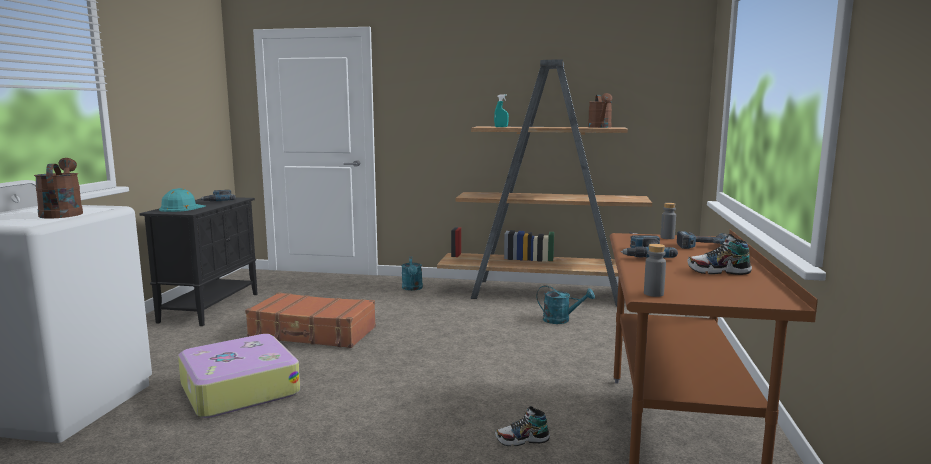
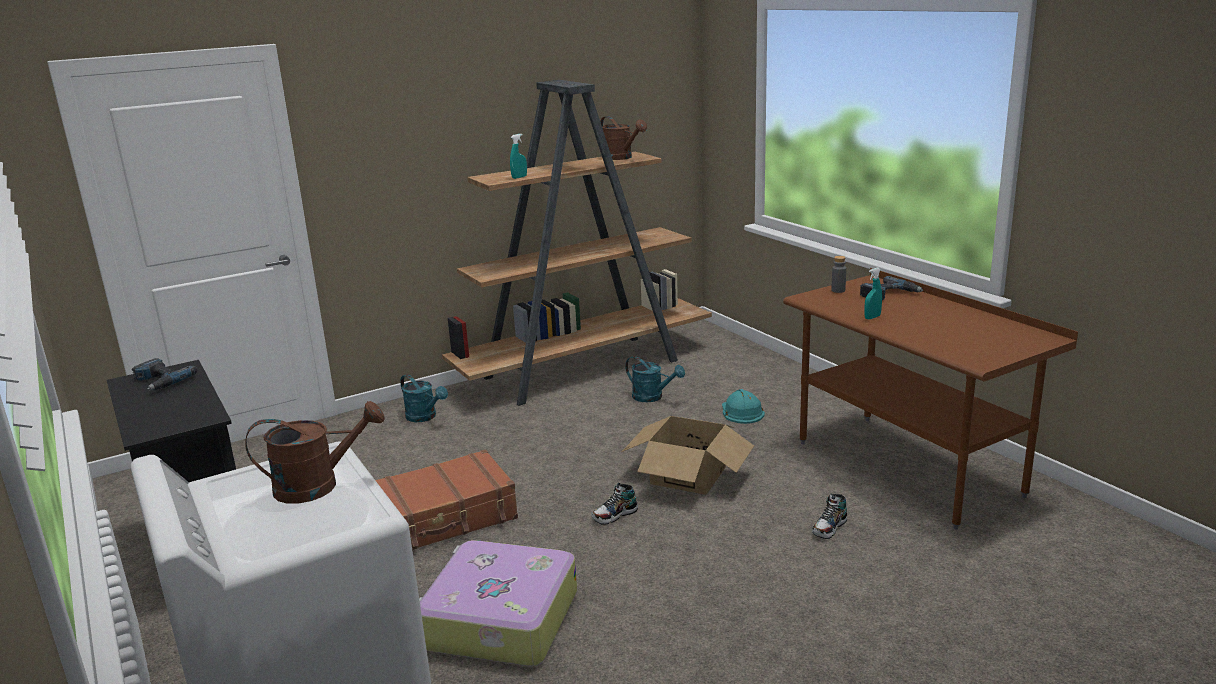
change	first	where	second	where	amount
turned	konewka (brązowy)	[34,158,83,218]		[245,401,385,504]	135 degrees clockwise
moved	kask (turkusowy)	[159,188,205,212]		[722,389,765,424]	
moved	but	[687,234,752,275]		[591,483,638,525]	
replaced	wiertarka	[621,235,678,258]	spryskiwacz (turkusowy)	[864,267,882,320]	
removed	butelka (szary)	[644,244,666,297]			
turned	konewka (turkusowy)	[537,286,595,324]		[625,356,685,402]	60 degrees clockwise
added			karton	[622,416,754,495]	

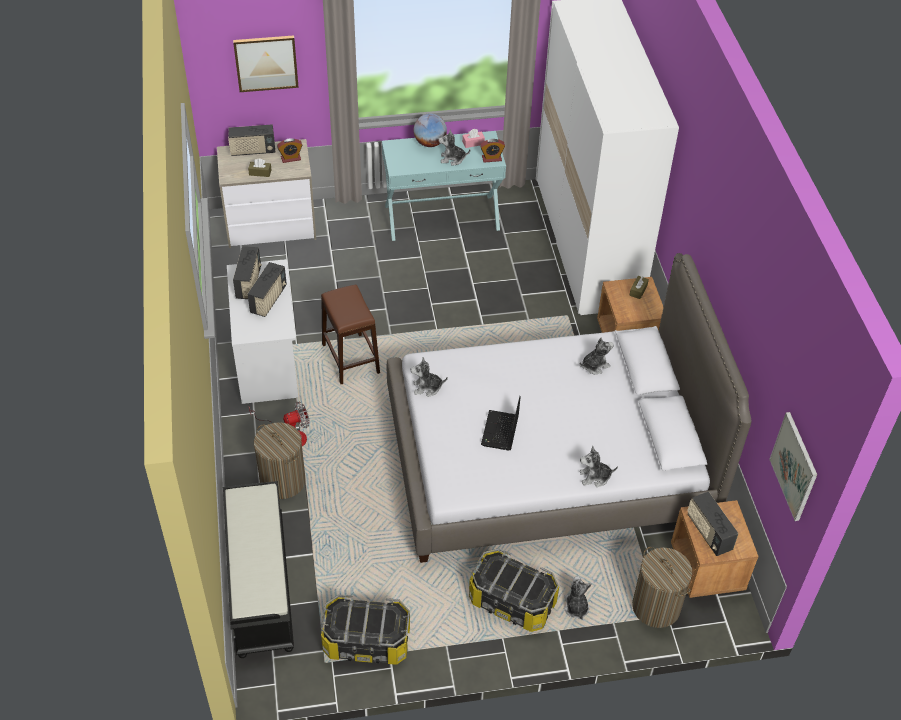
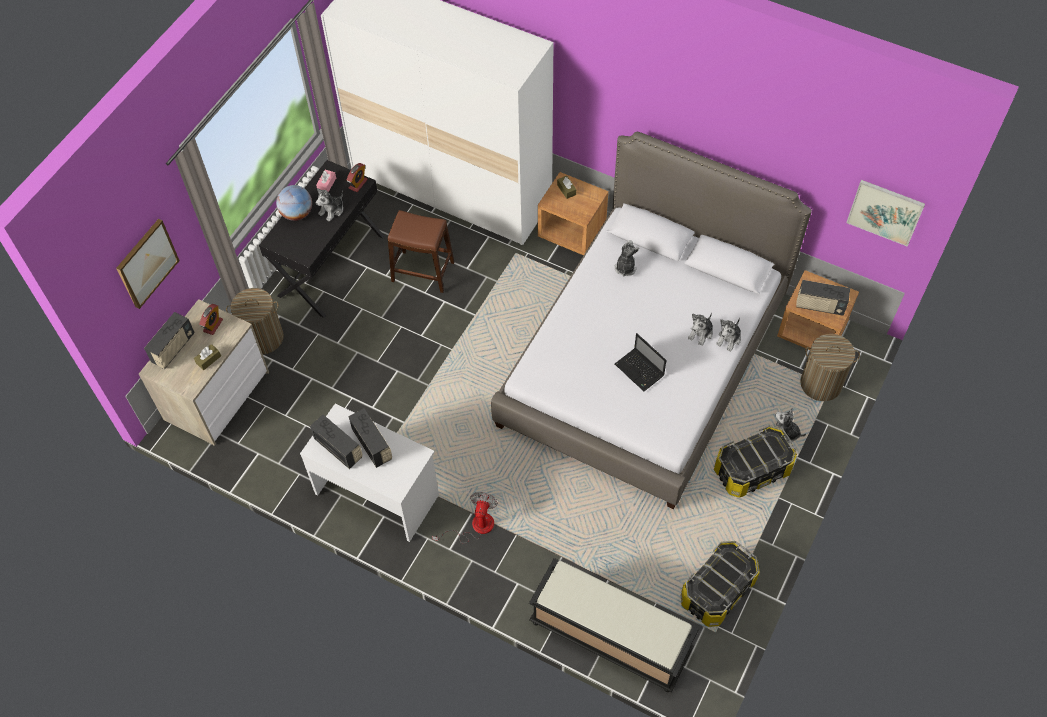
change	first	where	second	where	amount
recoloured	stolik konsolowy (turkusowy)	[382,131,506,241]	stolik konsolowy (czarny)	[259,160,384,318]	
moved	stołek (brązowy)	[321,285,380,384]		[388,210,454,293]	
moved	pluszak	[410,357,448,397]		[688,312,713,346]	
moved	kosz na pranie	[254,422,305,499]		[226,288,284,354]	

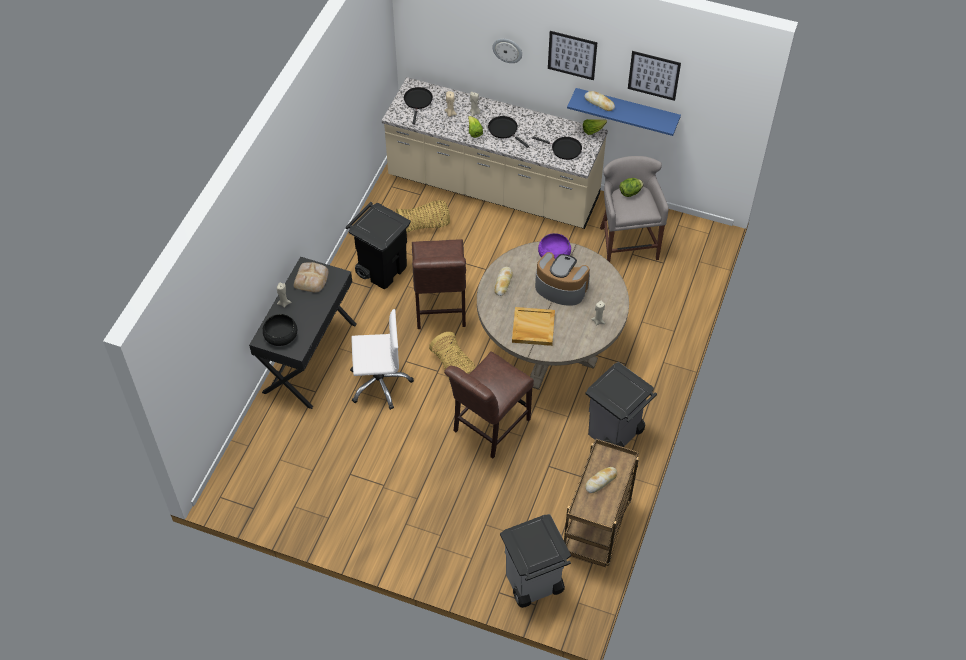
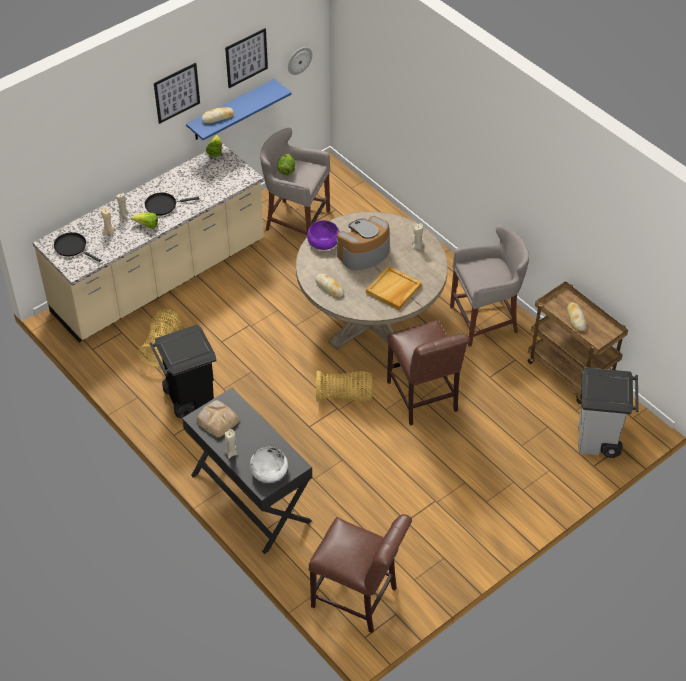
change	first	where	second	where	amount
moved	zegar ścienny	[493,39,522,63]		[288,47,312,75]	
removed	patelnia (czarny)	[532,136,582,160]			
moved	krzesło (brązowy)	[412,239,466,329]		[309,514,412,633]	
removed	krzesło biurowe (biały)	[350,309,414,410]			
recoloured	miska (czarny)	[263,314,297,346]	miska (biały)	[250,447,288,483]	
replaced	kosz na śmieci (szary)	[586,362,657,447]	stołek (szary)	[450,225,529,347]	

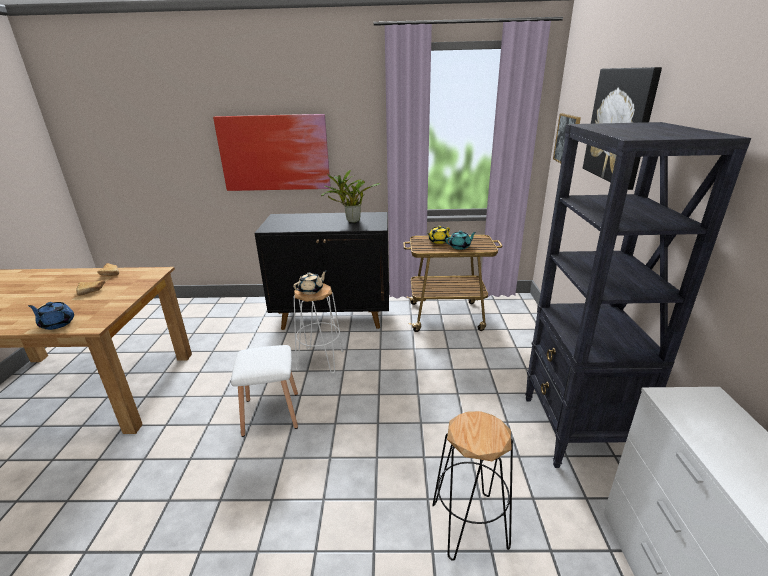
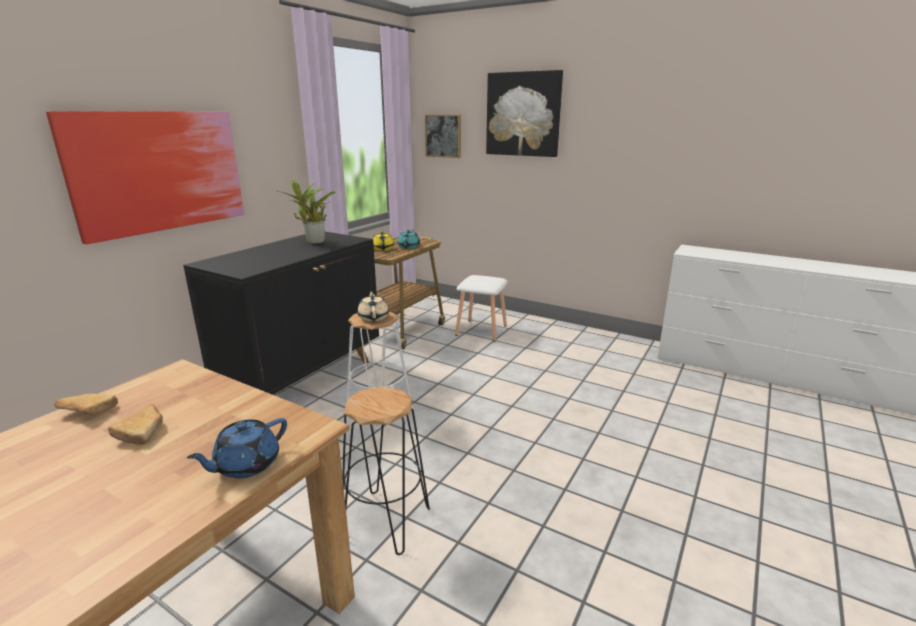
change	first	where	second	where	amount
removed	regał (czarny)	[525,122,751,468]			
moved	stołek (biały)	[231,345,298,437]		[455,275,508,341]	
moved	stołek (czarny)	[432,411,513,561]		[342,386,430,555]	

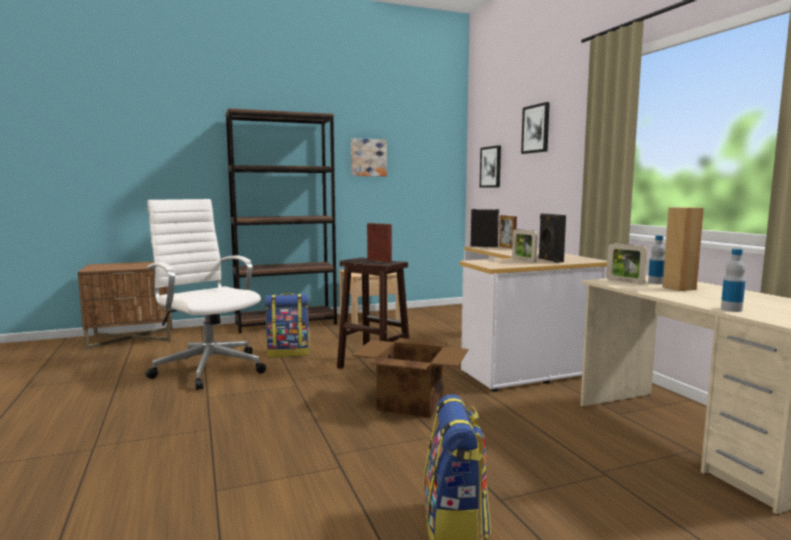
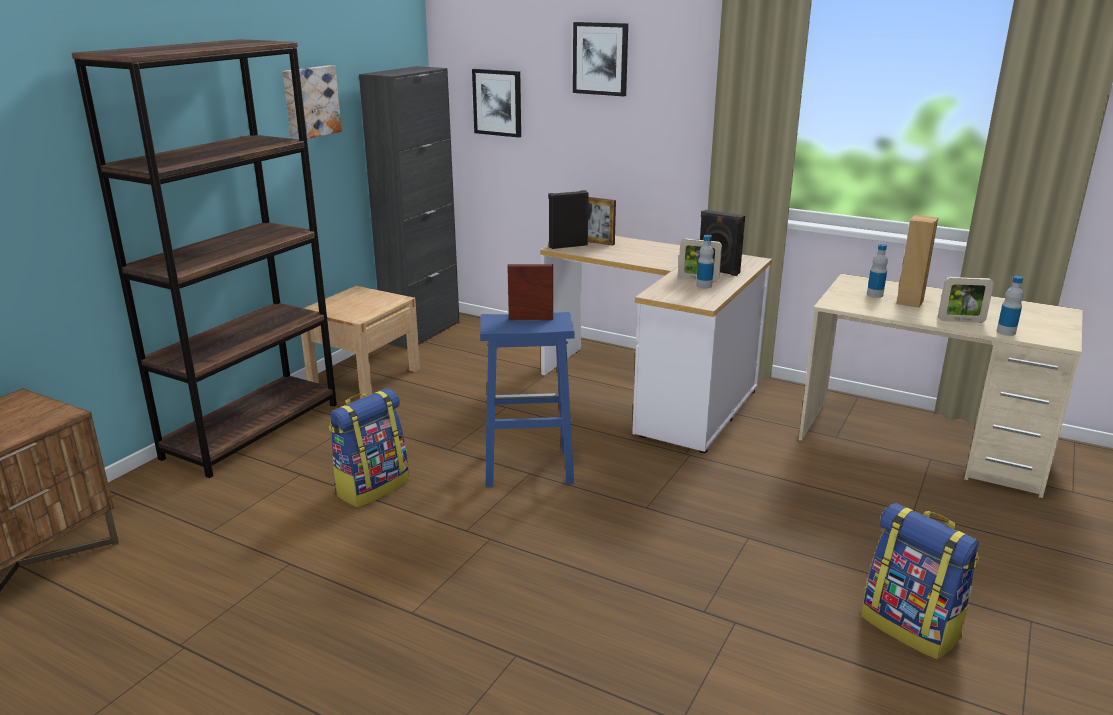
change	first	where	second	where	amount
removed	krzesło biurowe (biały)	[146,199,266,390]			
moved	ramka na zdjęcie	[606,243,648,284]		[938,277,994,323]	
recoloured	stołek (brązowy)	[337,257,409,369]	stołek (niebieski)	[480,312,574,487]	
removed	karton	[352,338,468,418]			
added			szafka (czarny)	[359,66,460,348]	
added			butelka	[696,235,714,289]	

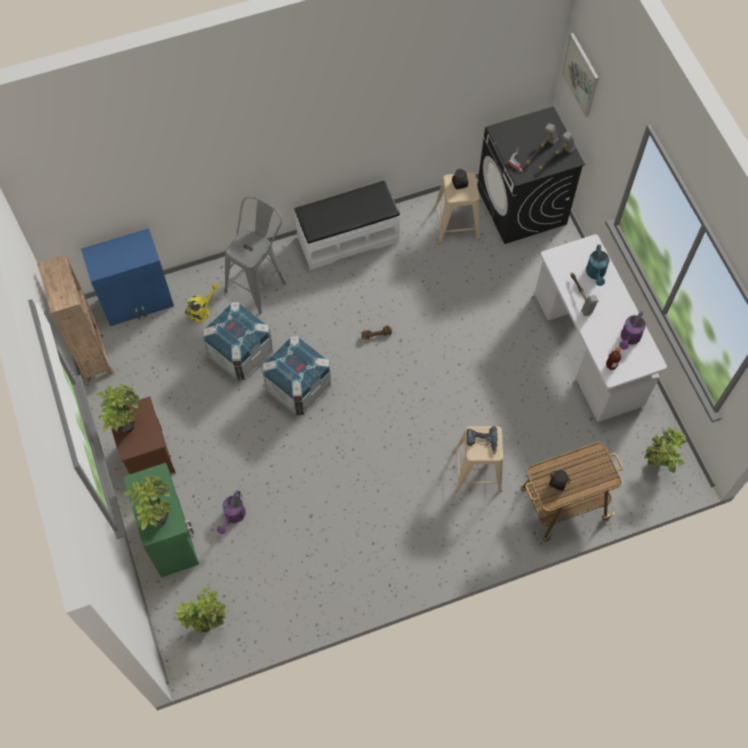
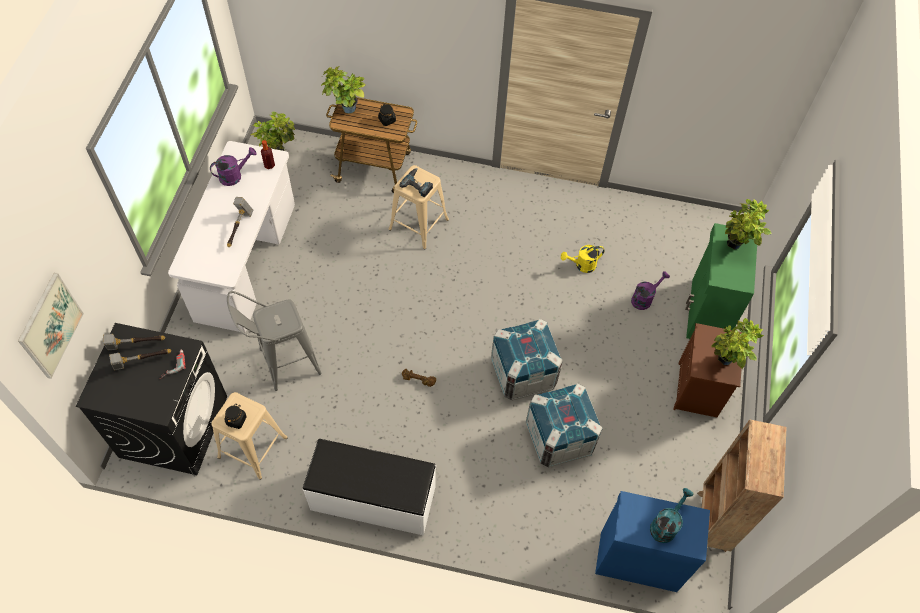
change	first	where	second	where	amount
moved	stołek (szary)	[224,197,286,314]		[227,291,322,391]	
moved	konewka (turkusowy)	[586,245,609,286]		[650,488,693,543]	
moved	konewka (żółty)	[185,283,219,322]		[561,245,605,273]	
moved	roślina doniczkowa	[174,586,226,633]		[321,66,365,114]	

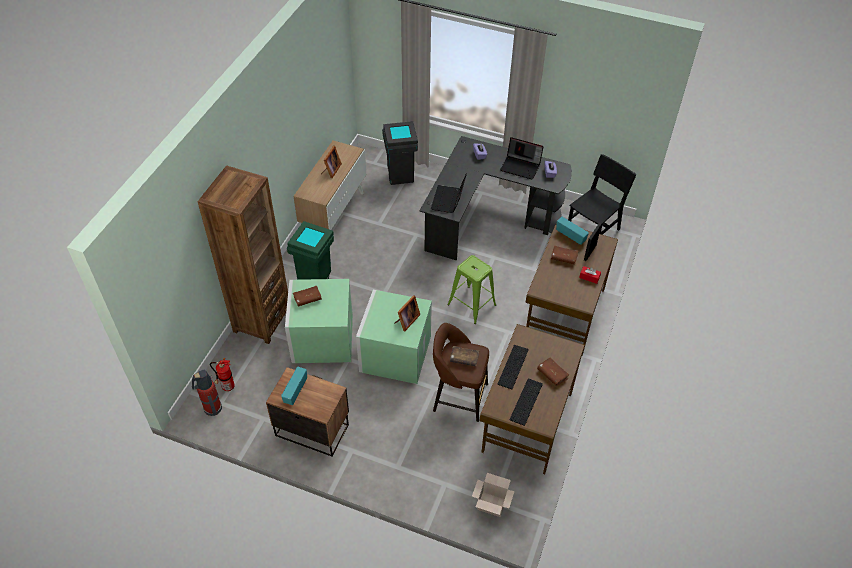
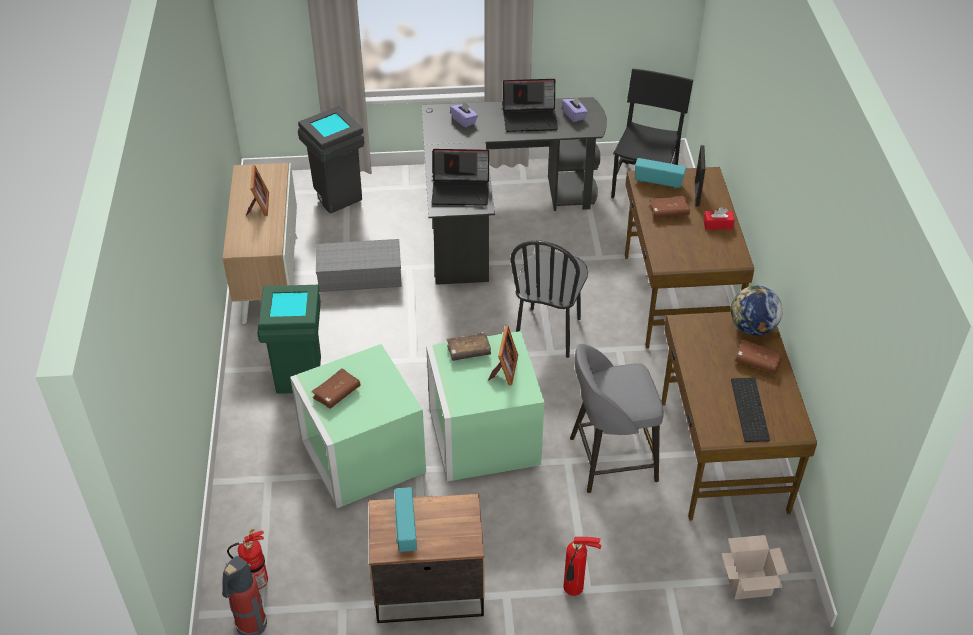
change	first	where	second	where	amount
removed	regał (brązowy)	[198,165,288,344]			
turned	laptop	[431,174,467,213]		[432,149,489,206]	75 degrees counterclockwise
replaced	stołek (zielony)	[447,255,496,324]	krzesło (czarny)	[510,240,588,358]	
recoloured	stołek (brązowy)	[433,323,489,422]	stołek (szary)	[570,344,664,493]	
removed	klawiatura	[498,345,529,389]			
moved	książka (brązowy)	[450,346,479,367]		[446,332,491,361]	
added			pojemnik do przechowywania (szary)	[316,239,402,292]	
added			globus	[731,286,783,336]	
added			gaśnica	[563,537,601,596]	

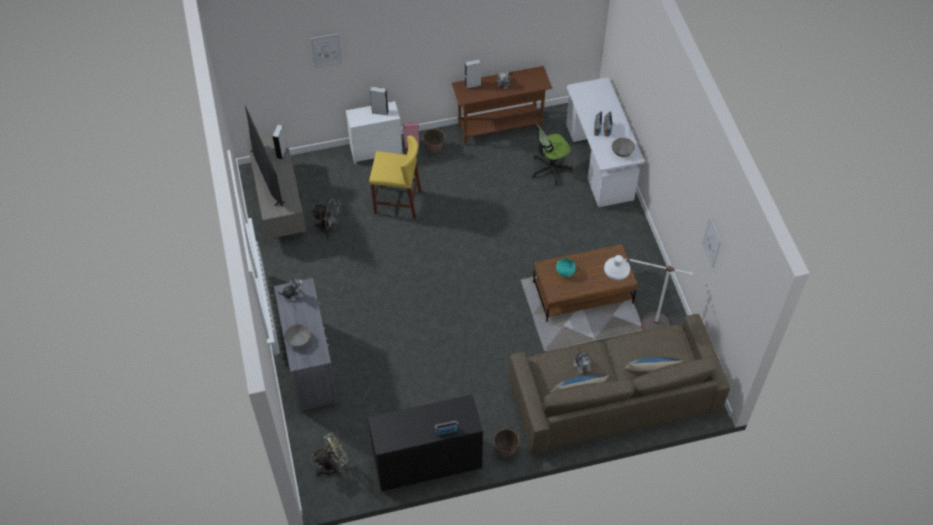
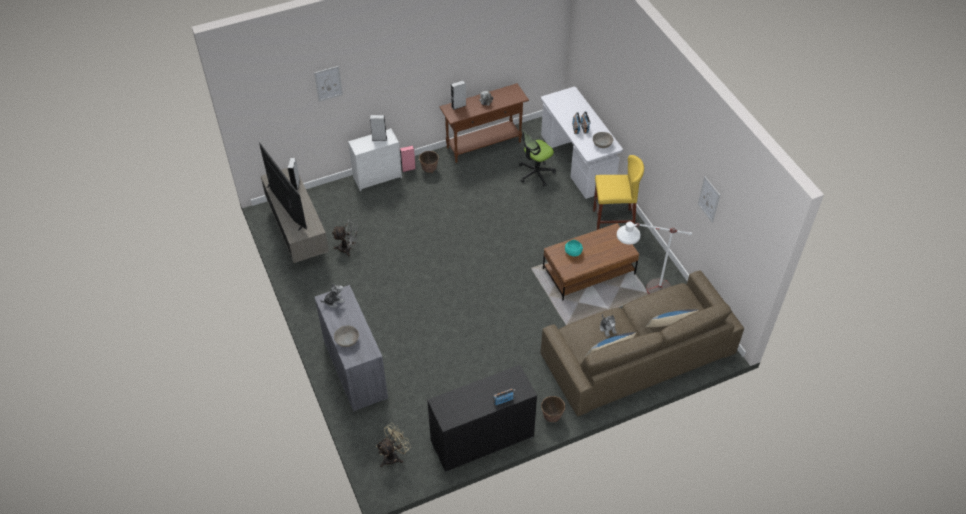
change	first	where	second	where	amount
moved	stołek (żółty)	[369,136,421,219]		[593,155,644,230]	

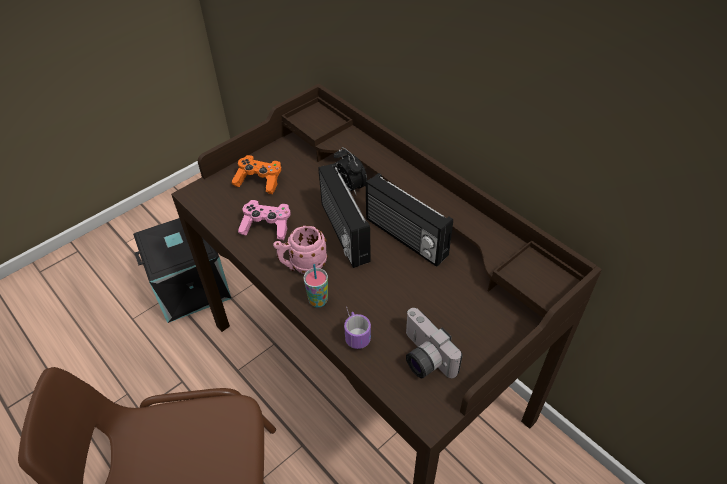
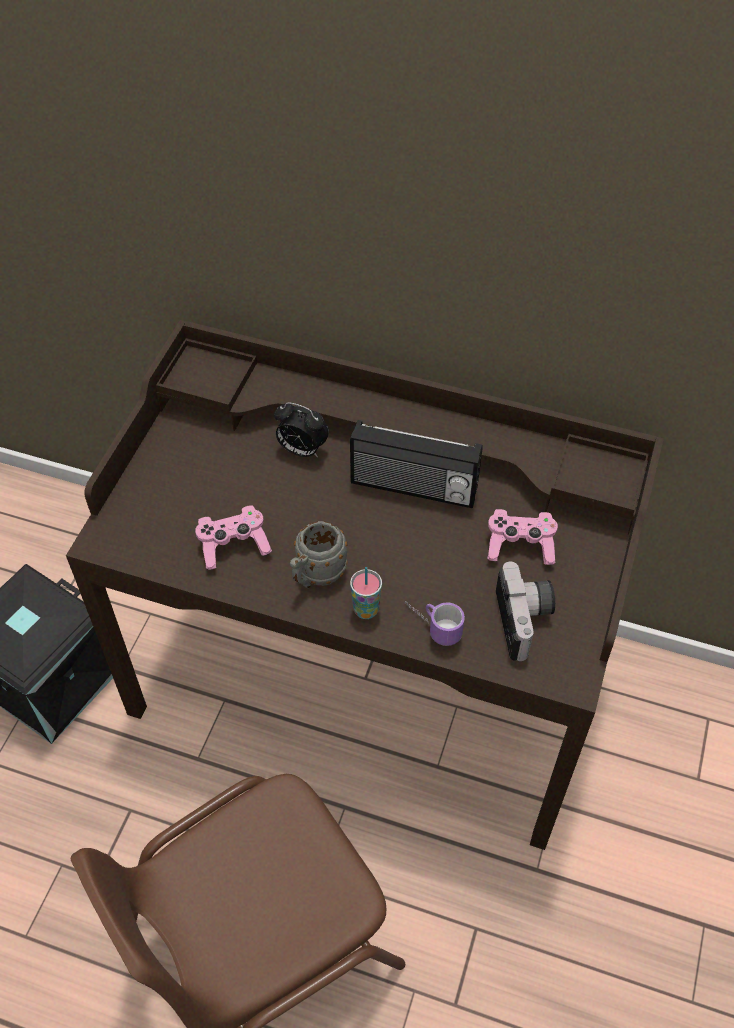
change	first	where	second	where	amount
removed	pad do gier (pomarańczowy)	[232,155,282,194]			
removed	radio	[318,163,371,268]			
recoloured	kubek (różowy)	[273,225,328,274]	kubek (szary)	[290,521,348,588]	
turned	aparat fotograficzny	[406,308,463,378]		[496,562,555,661]	120 degrees counterclockwise
added			pad do gier (różowy)	[487,509,558,565]	

